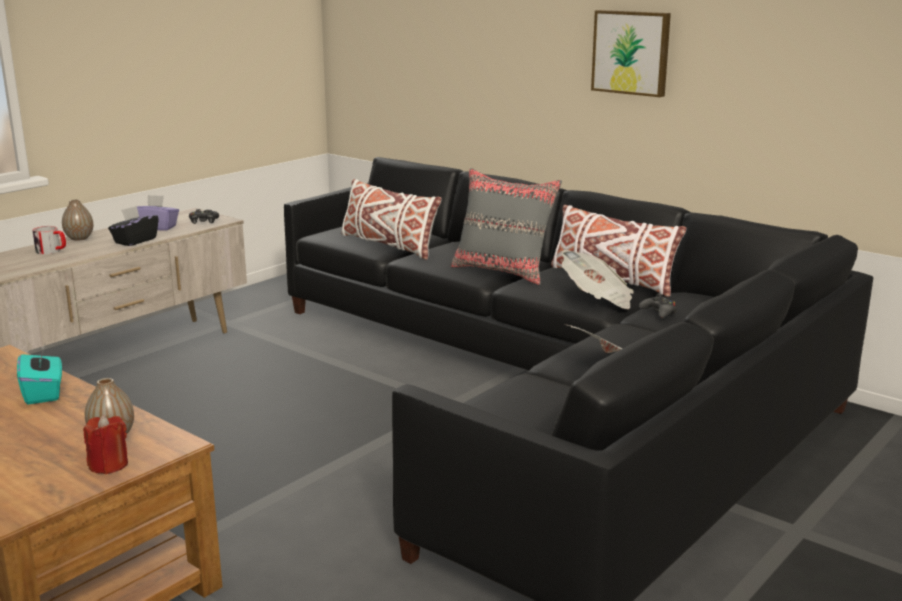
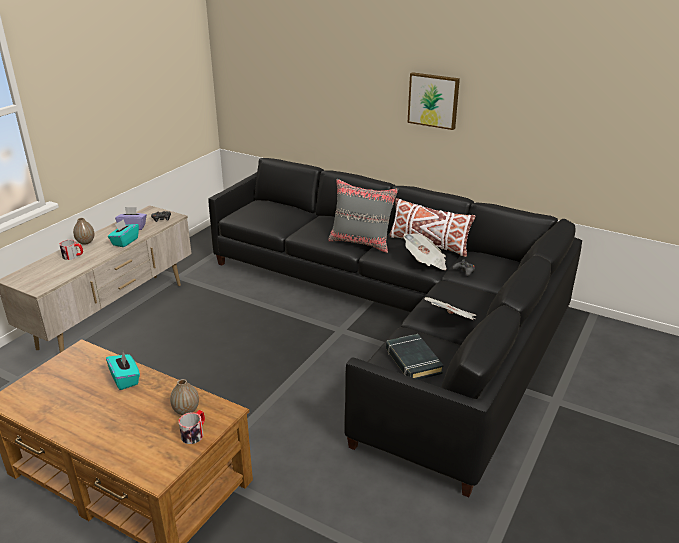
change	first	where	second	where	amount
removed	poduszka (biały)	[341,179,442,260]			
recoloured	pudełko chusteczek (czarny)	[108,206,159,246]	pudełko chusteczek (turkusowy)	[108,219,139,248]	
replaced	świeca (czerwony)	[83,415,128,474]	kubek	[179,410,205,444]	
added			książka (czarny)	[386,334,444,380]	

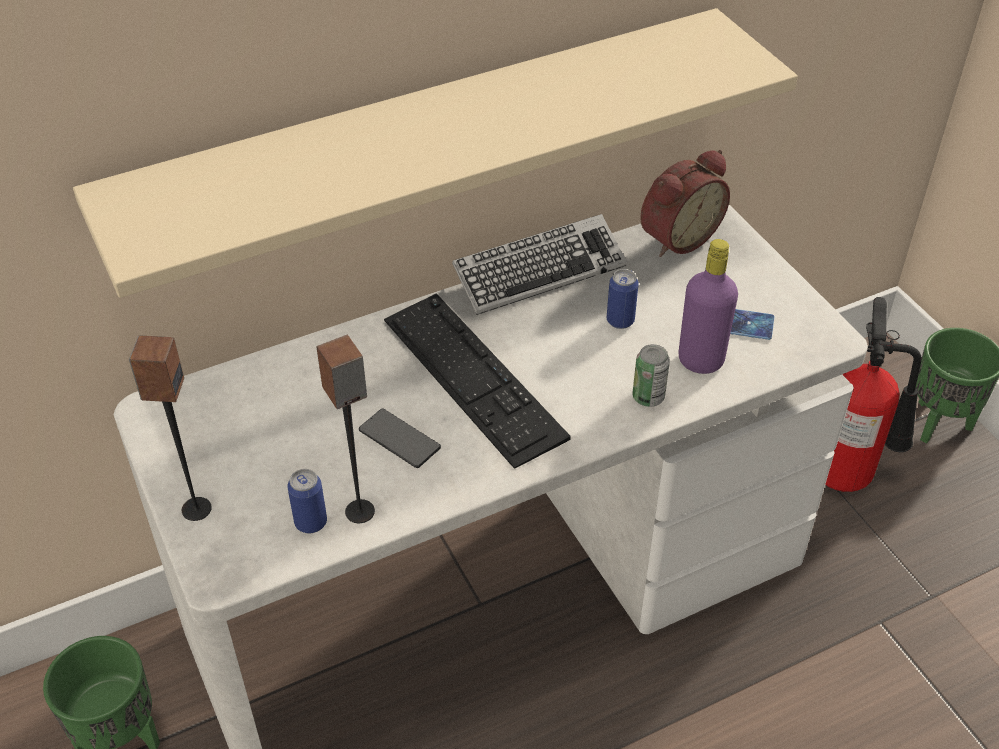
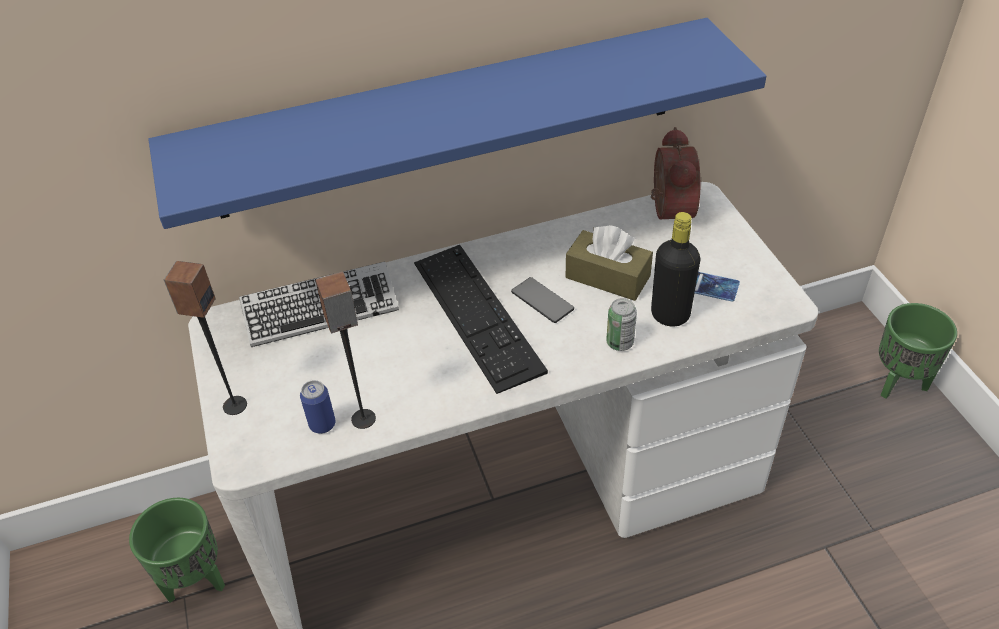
change	first	where	second	where	amount
recoloured	półka (beżowy)	[73,8,798,298]	półka (niebieski)	[148,18,766,229]	
turned	budzik	[640,150,730,257]		[651,127,700,219]	60 degrees counterclockwise
moved	klawiatura	[452,214,627,315]		[239,262,399,347]	
recoloured	butelka (fioletowy)	[678,239,738,374]	butelka (czarny)	[651,212,700,326]	
replaced	puszka	[607,269,639,329]	pudełko chusteczek (brązowy)	[566,225,653,301]	
removed	gaśnica	[825,297,922,492]			
moved	telefon	[359,409,441,468]		[511,277,574,323]	

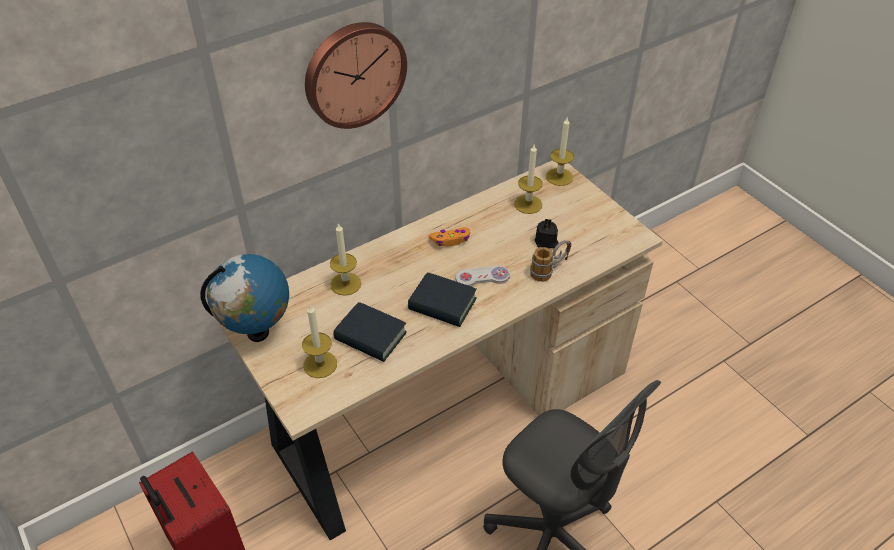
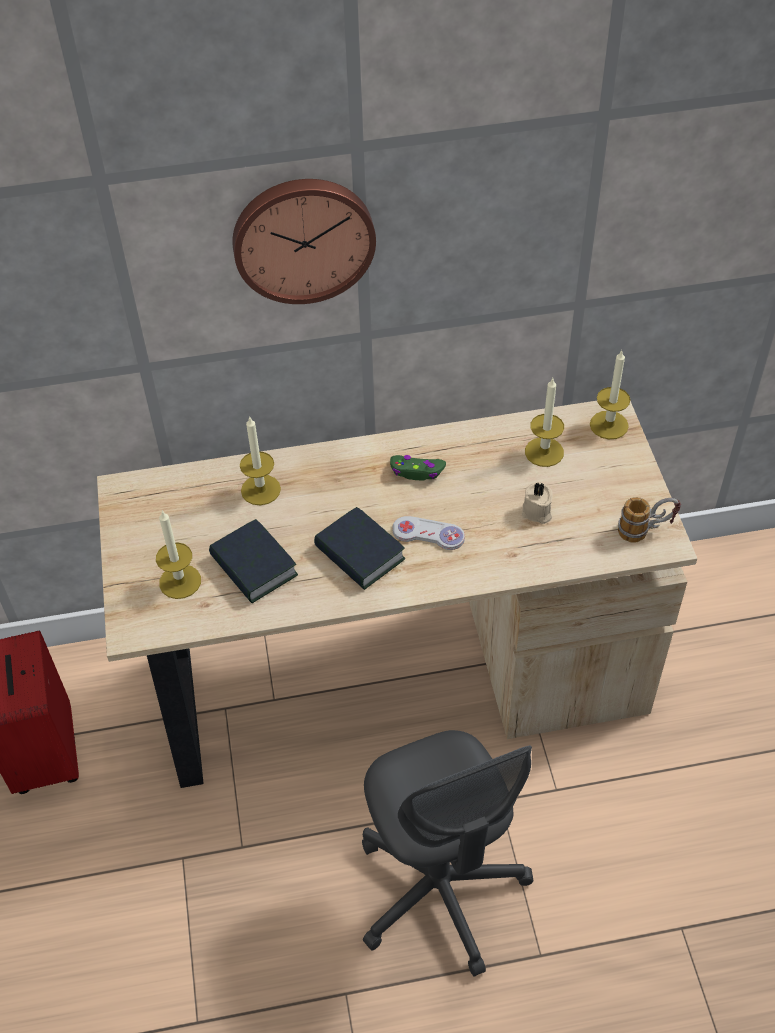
change	first	where	second	where	amount
recoloured	świeca (czarny)	[534,219,559,249]	świeca (beżowy)	[522,483,553,524]	
recoloured	pad do gier (pomarańczowy)	[429,227,470,247]	pad do gier (zielony)	[390,455,446,480]	
moved	kubek	[530,240,571,282]		[618,497,681,543]	
removed	globus	[200,254,289,342]			

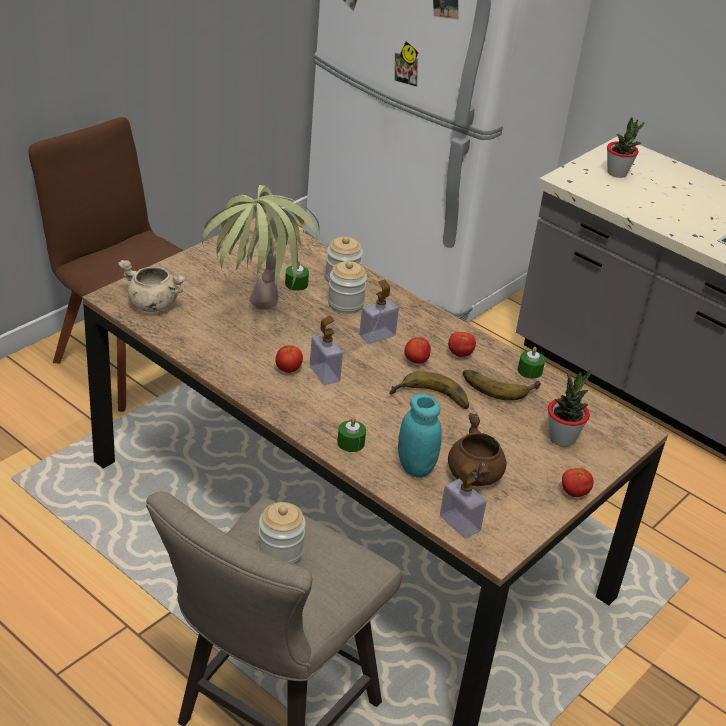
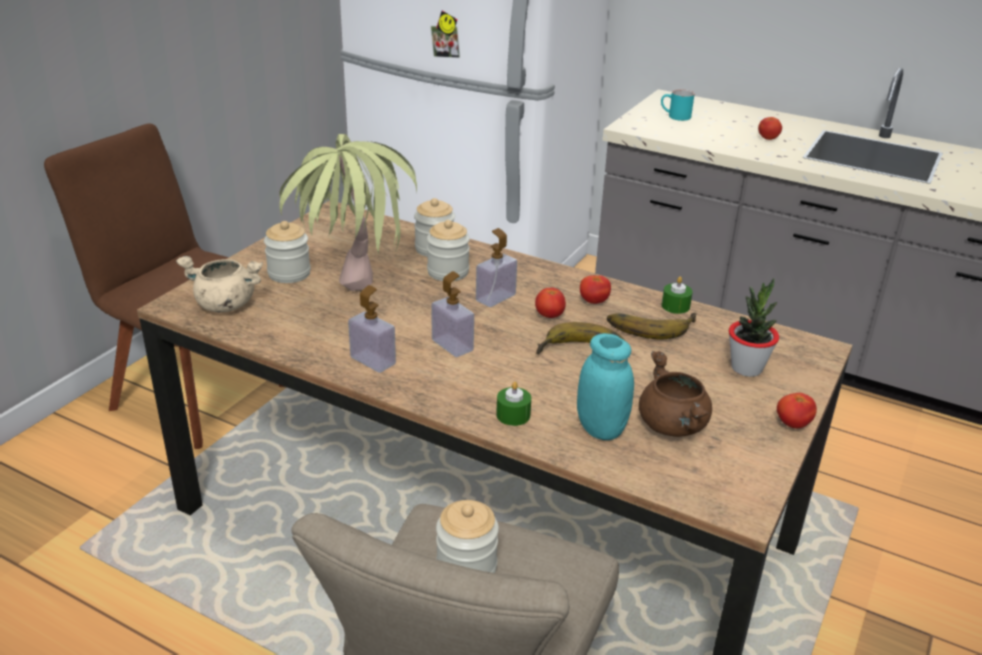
change	first	where	second	where	amount
replaced	roślina doniczkowa	[607,117,644,178]	kubek (turkusowy)	[661,89,695,121]	
removed	świeca (zielony)	[285,261,309,291]			
moved	pomidor	[275,345,303,373]		[758,117,782,140]	
moved	dozownik mydła	[440,462,486,539]		[348,285,396,373]	
added			słoik	[264,221,311,283]	

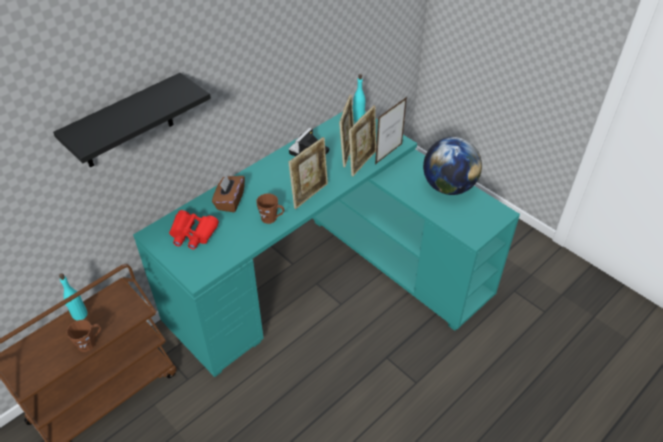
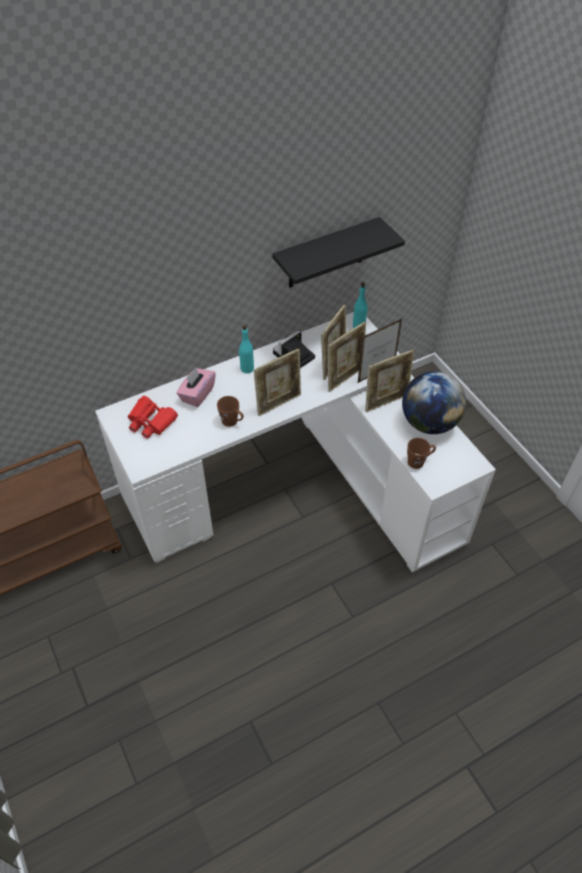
change	first	where	second	where	amount
moved	półka (czarny)	[53,73,211,168]		[272,217,405,288]	
recoloured	biurko (turkusowy)	[133,106,520,377]	biurko (biały)	[95,312,496,572]	
recoloured	pudełko chusteczek (brązowy)	[212,174,245,212]	pudełko chusteczek (różowy)	[176,368,216,407]	
moved	butelka (turkusowy)	[59,273,88,321]		[239,324,254,373]	
moved	kubek (brązowy)	[66,320,101,352]		[407,438,436,469]	
added			ramka na zdjęcie	[365,350,414,412]	

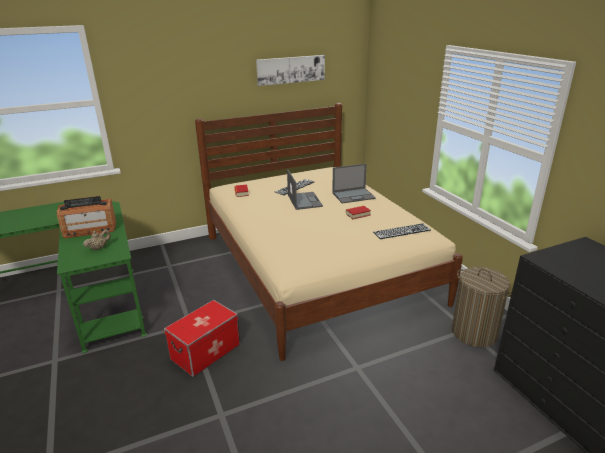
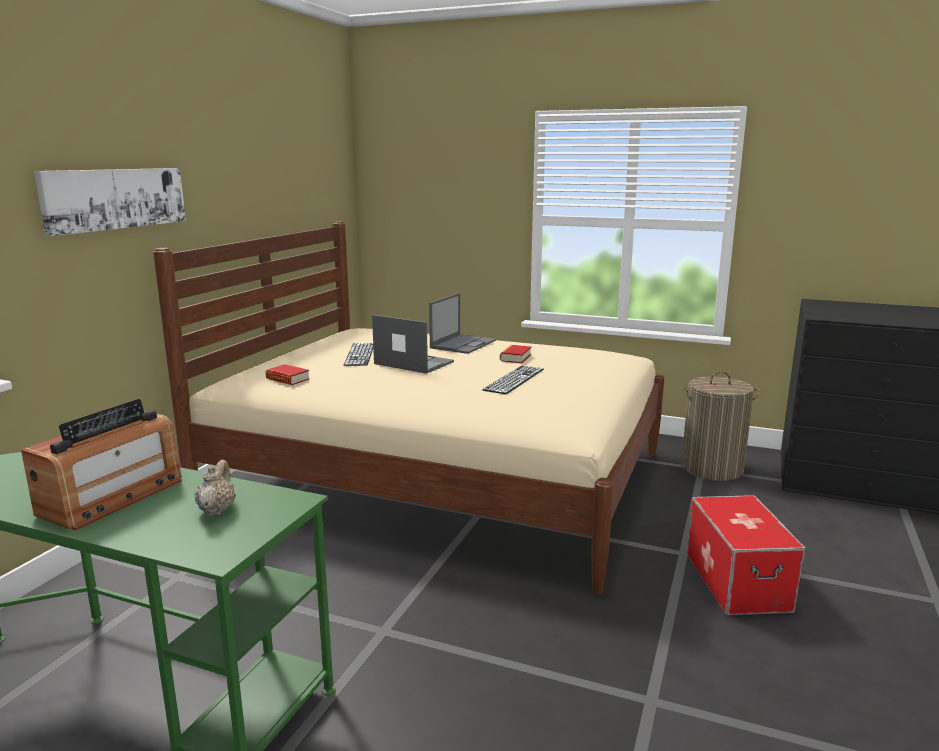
change	first	where	second	where	amount
moved	obraz	[256,55,325,86]		[34,168,186,236]	
moved	klawiatura	[373,223,431,239]		[482,366,544,395]	
moved	pojemnik do przechowywania	[164,300,240,377]		[687,495,806,615]	

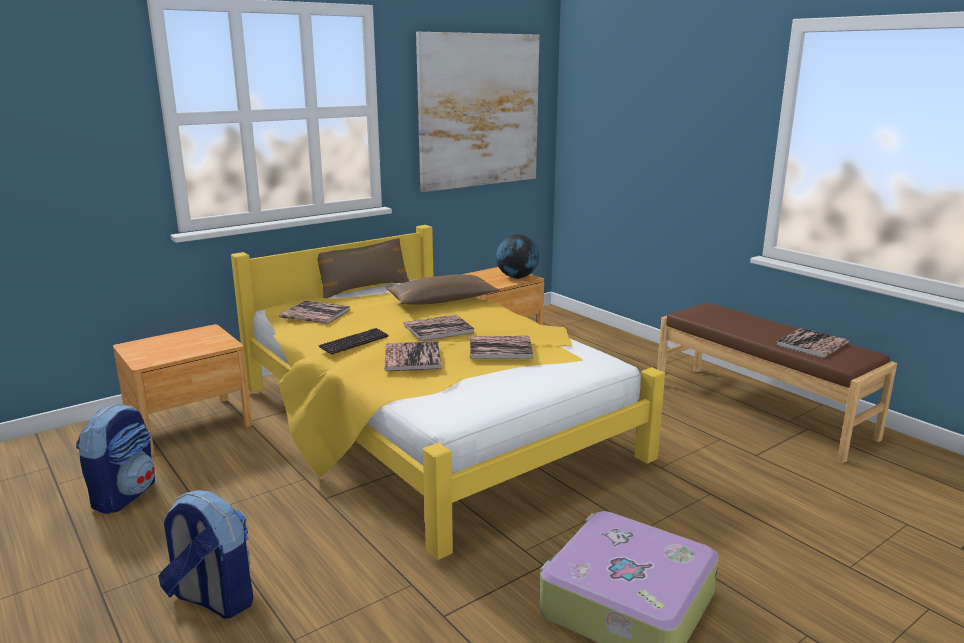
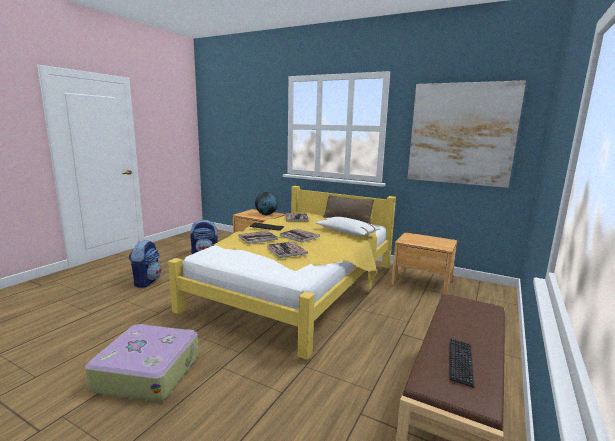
change	first	where	second	where	amount
moved	globus	[496,234,539,279]		[255,192,278,215]	
recoloured	poduszka (brązowy)	[386,274,500,305]	poduszka (biały)	[315,217,380,235]	
replaced	książka	[777,328,849,358]	klawiatura	[449,339,474,388]	

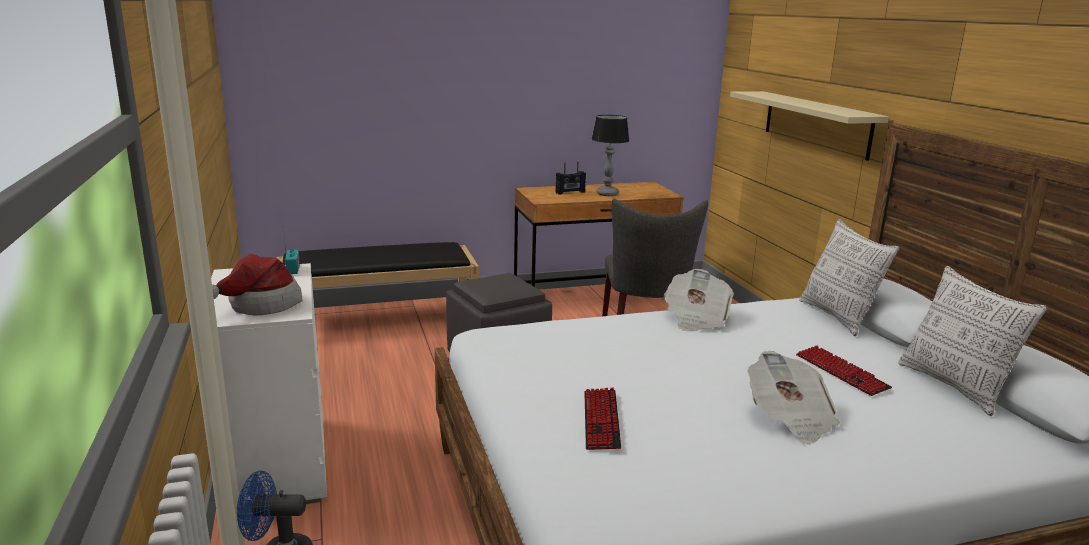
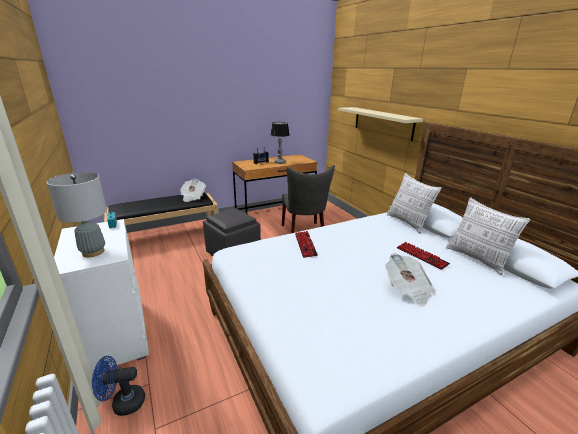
change	first	where	second	where	amount
replaced	kapelusz	[212,254,303,315]	lampa stołowa (szary)	[46,172,107,257]	
moved	gazeta	[664,269,734,332]		[180,179,206,202]	
moved	klawiatura	[584,388,621,450]		[295,231,318,258]	

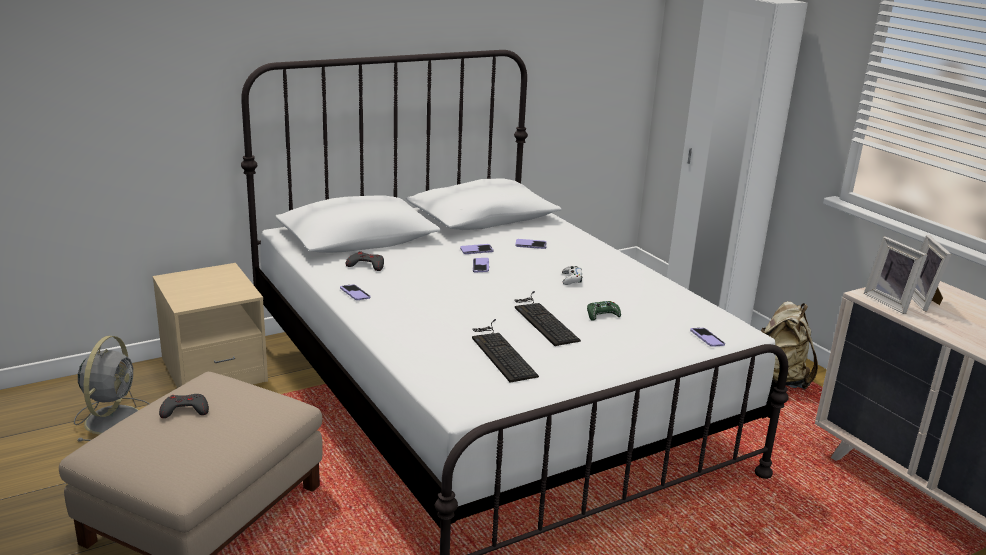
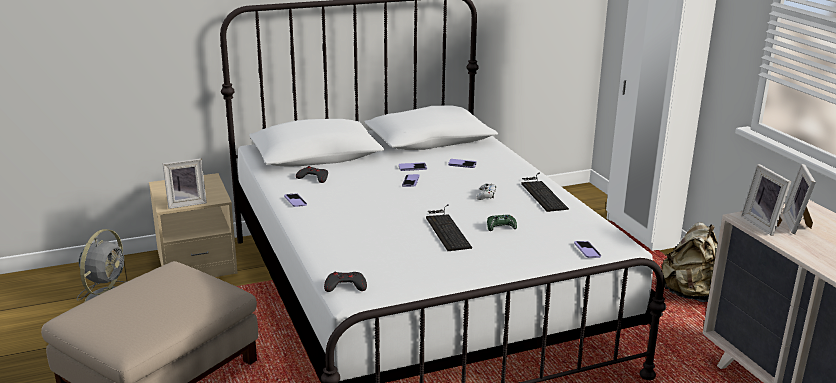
change	first	where	second	where	amount
moved	klawiatura	[472,319,539,383]		[521,172,569,212]	
moved	pad do gier (szary)	[159,394,209,418]		[324,272,367,292]	
added			ramka na zdjęcie	[162,158,207,209]	

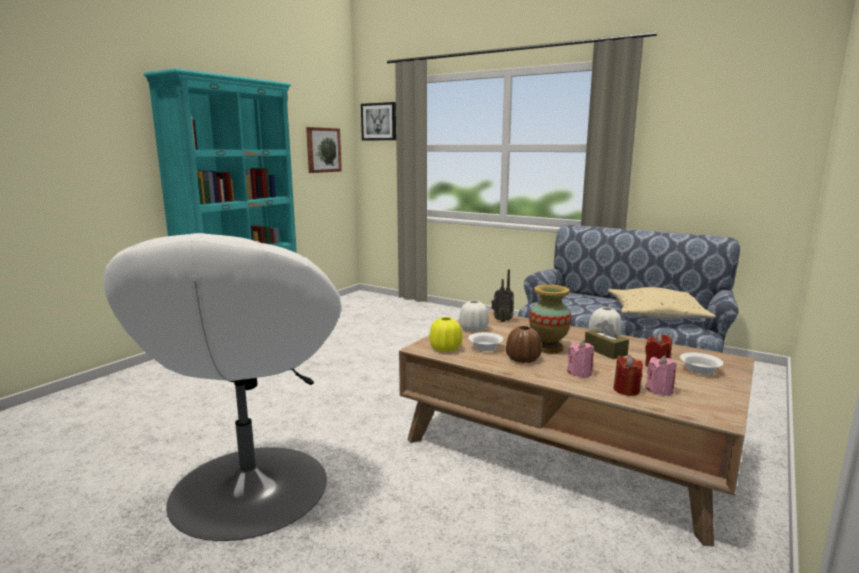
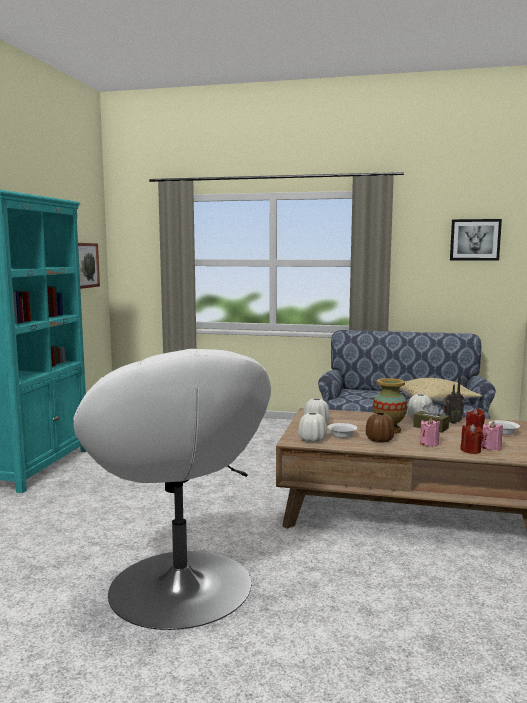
change	first	where	second	where	amount
moved	obraz	[361,102,396,141]		[450,219,502,261]	
moved	radio	[491,269,514,322]		[443,375,464,424]	
recoloured	wazon (żółty)	[429,317,462,352]	wazon (biały)	[298,412,327,442]	

